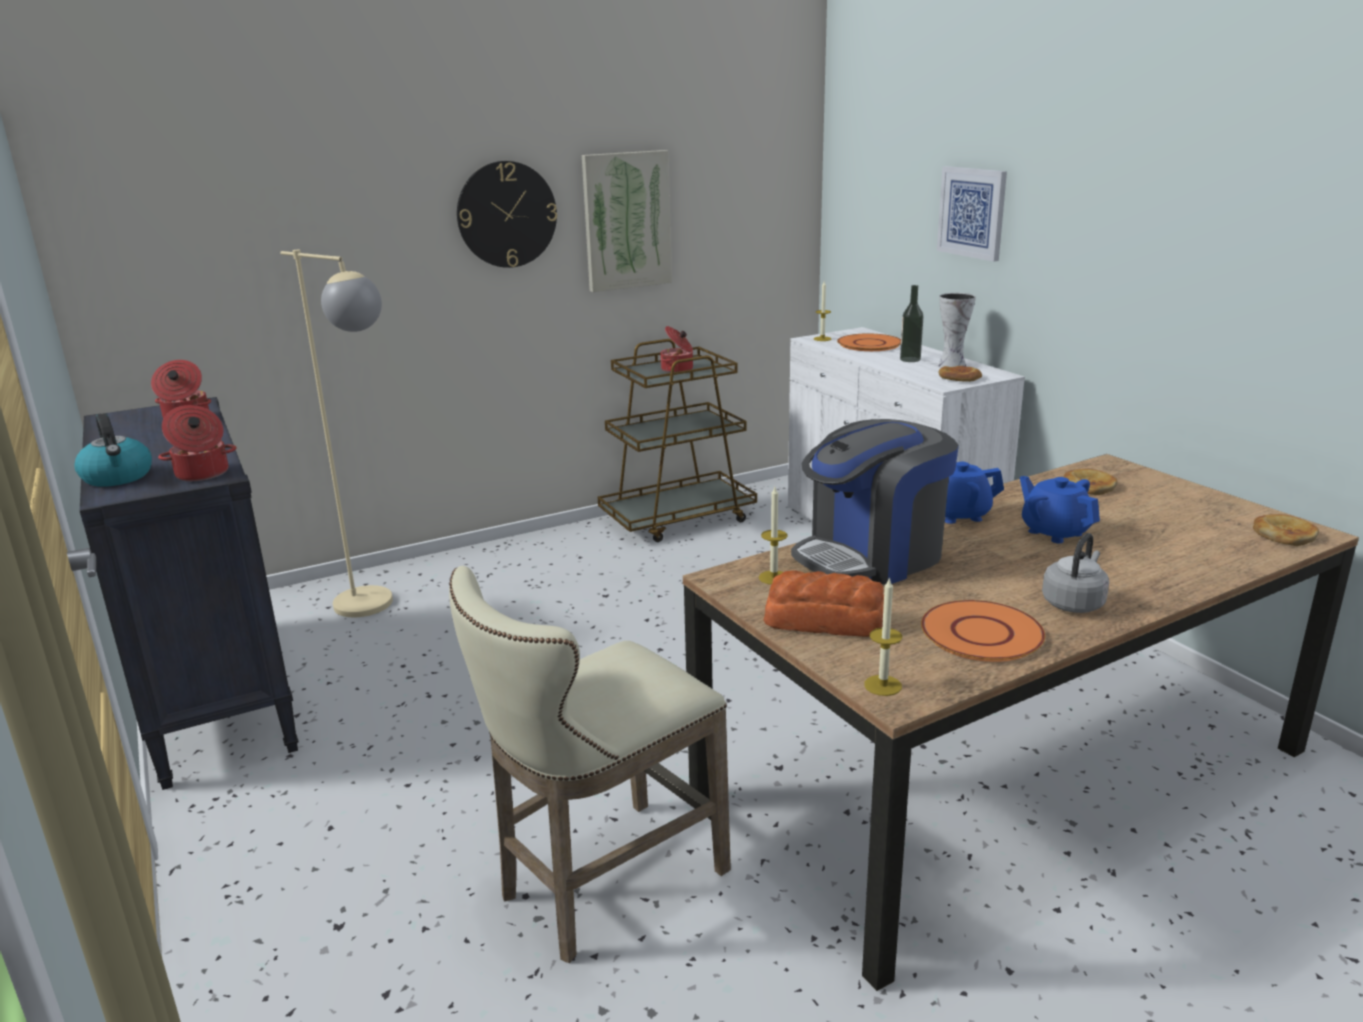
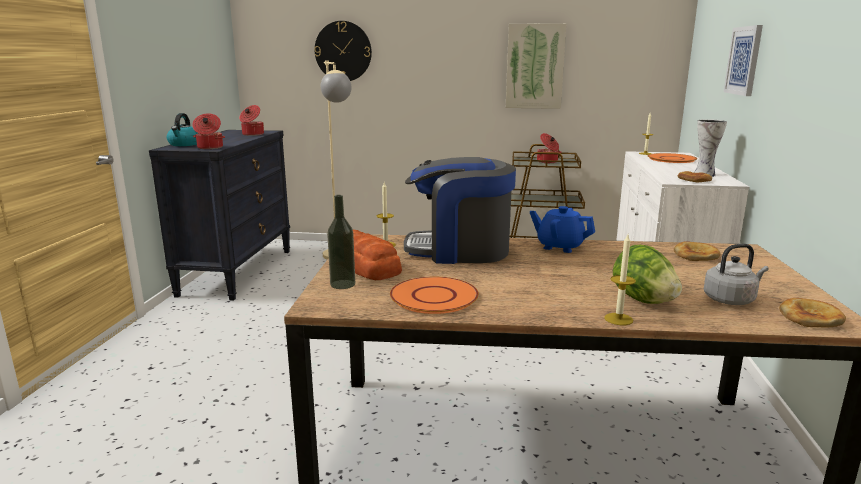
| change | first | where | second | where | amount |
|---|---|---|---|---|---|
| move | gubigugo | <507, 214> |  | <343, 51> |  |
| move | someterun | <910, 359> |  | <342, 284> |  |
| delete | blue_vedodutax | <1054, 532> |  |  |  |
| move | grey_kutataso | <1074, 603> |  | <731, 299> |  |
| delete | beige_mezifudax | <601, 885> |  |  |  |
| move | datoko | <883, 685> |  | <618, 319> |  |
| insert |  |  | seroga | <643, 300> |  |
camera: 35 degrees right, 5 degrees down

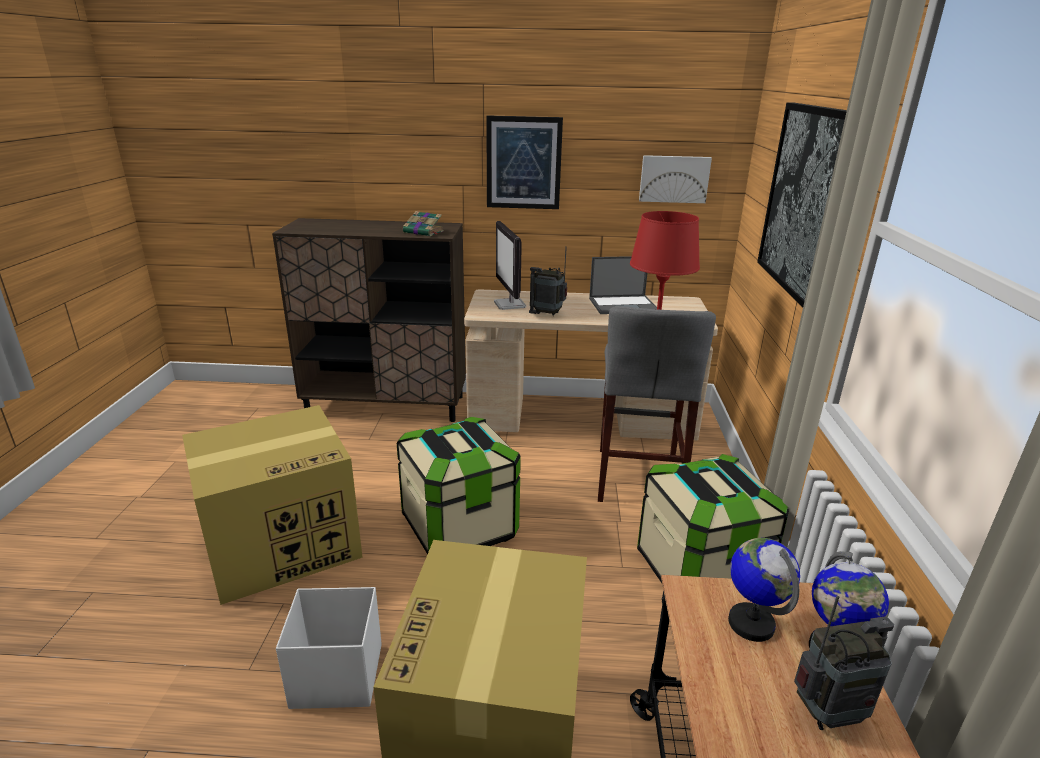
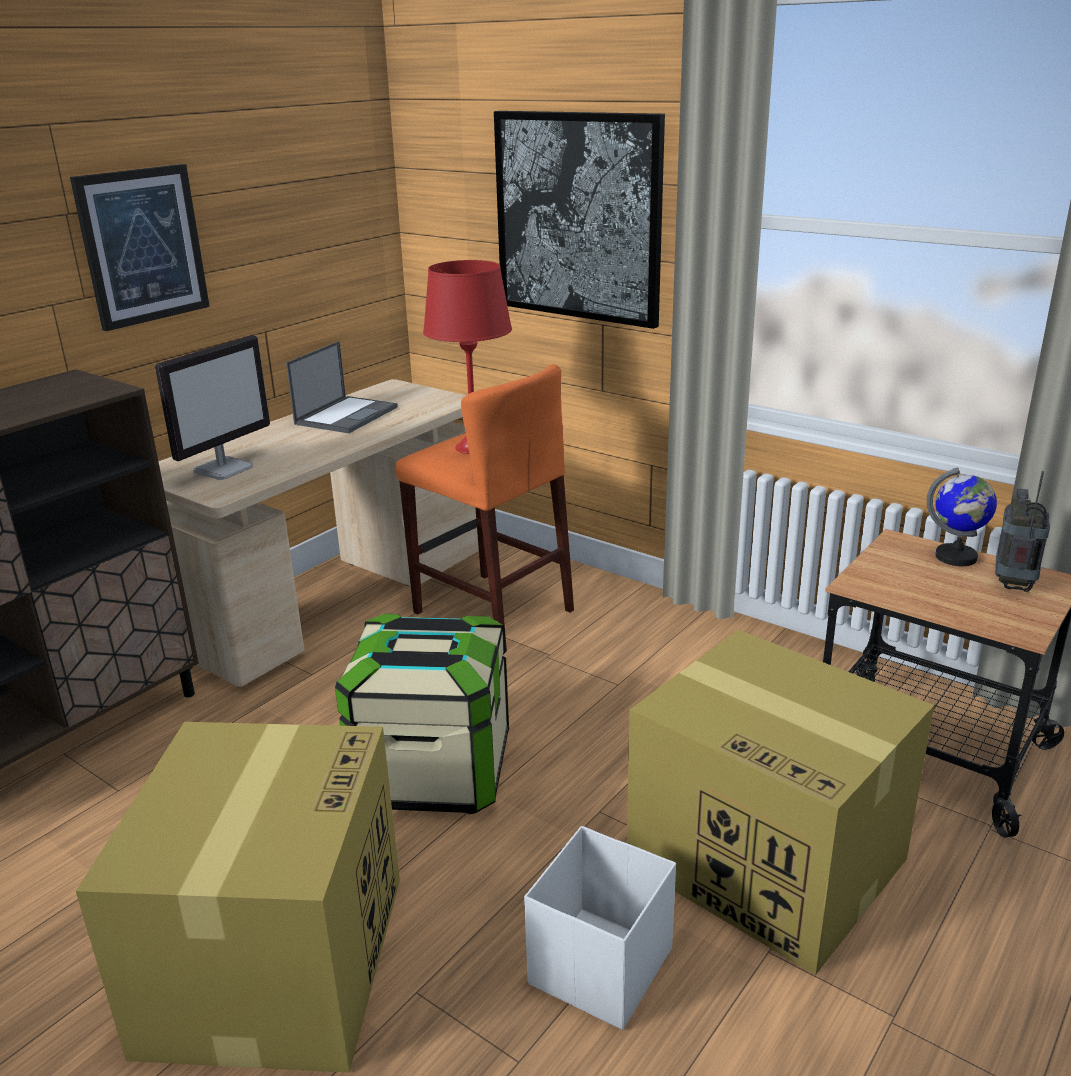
| change | first | where | second | where | amount |
|---|---|---|---|---|---|
| delete | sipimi | <674, 179> |  |  |  |
| delete | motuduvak | <424, 232> |  |  |  |
| rotate | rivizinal | <510, 305> |  | <224, 469> | 75 degrees counterclockwise |
| delete | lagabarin | <547, 314> |  |  |  |
| recolor | grey_mezifudax | <639, 477> | orange_mezifudax | <493, 611> |  |
| delete | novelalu | <700, 573> |  |  |  |
| delete | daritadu | <751, 623> |  |  |  |
camera: 55 degrees left, 0 degrees up

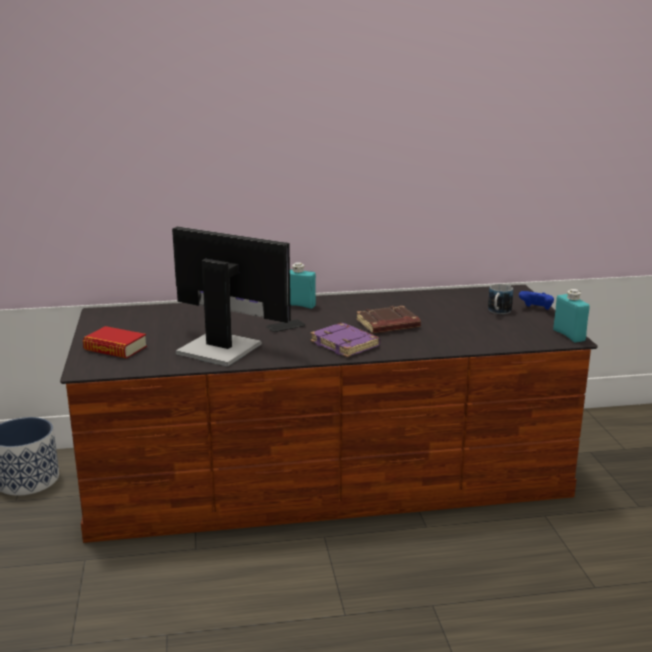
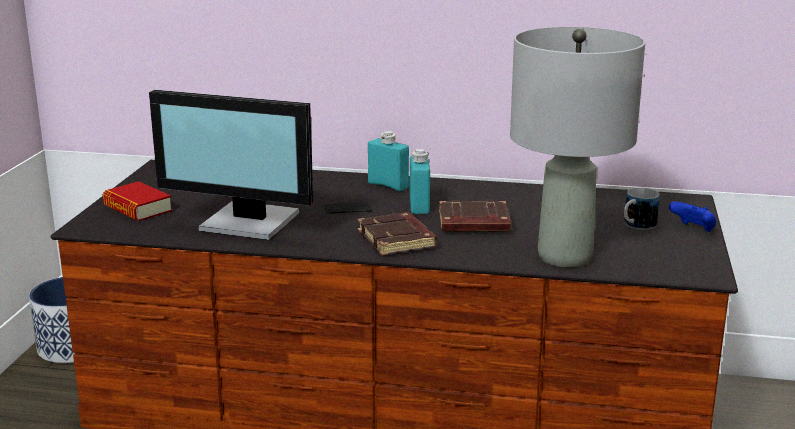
| change | first | where | second | where | amount |
|---|---|---|---|---|---|
| rotate | rivizinal | <220, 348> |  | <249, 223> | 150 degrees clockwise |
| move | turquoise_someterun | <569, 335> |  | <419, 206> |  |
| recolor | purple_motuduvak | <346, 344> | brown_motuduvak | <398, 240> |  |
| insert |  |  | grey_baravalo | <565, 257> |  |
camera: 20 degrees right, 0 degrees up

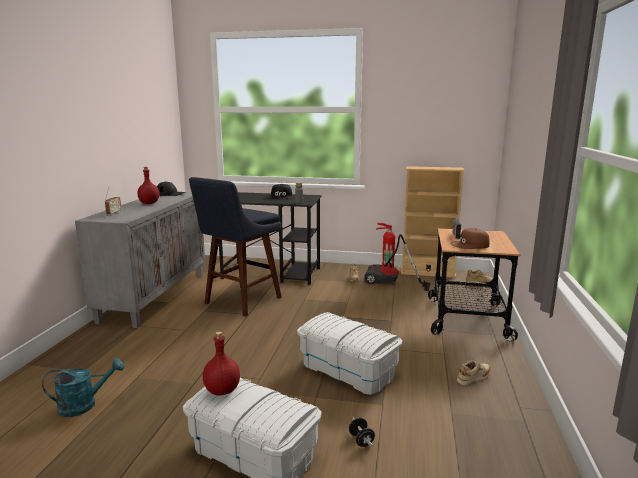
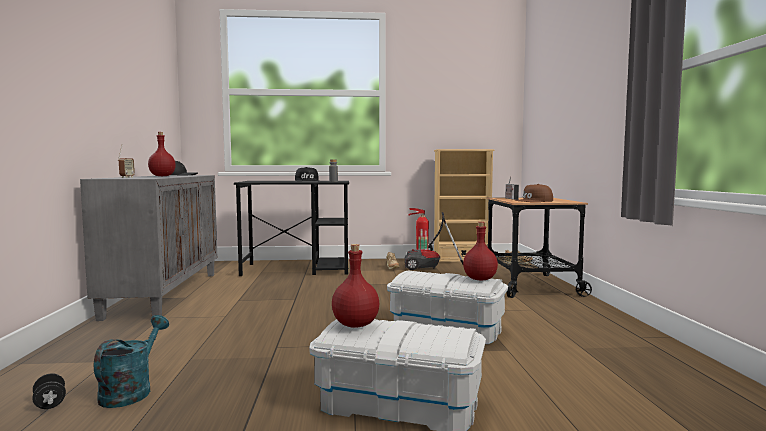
| change | first | where | second | where | amount |
|---|---|---|---|---|---|
| delete | blue_mezifudax | <240, 302> |  |  |  |
| rotate | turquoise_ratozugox | <84, 405> |  | <131, 391> | 45 degrees counterclockwise |
| delete | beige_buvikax | <474, 379> |  |  |  |
| move | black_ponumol | <361, 440> |  | <50, 403> |  |
| insert |  |  | red_someterun | <480, 279> |  |
camera: 15 degrees left, 10 degrees down

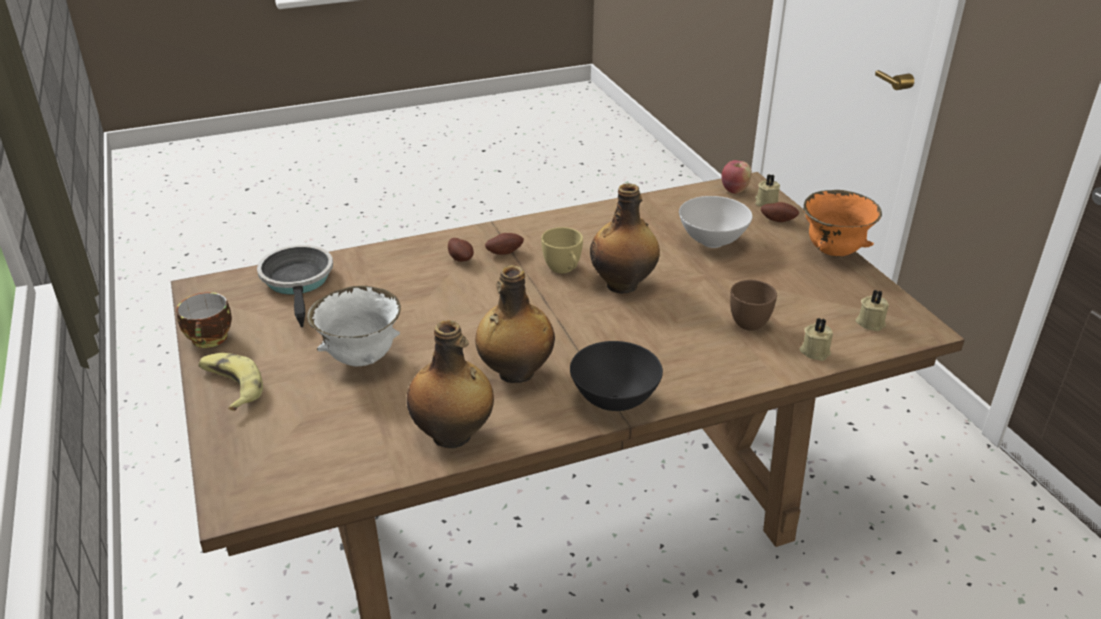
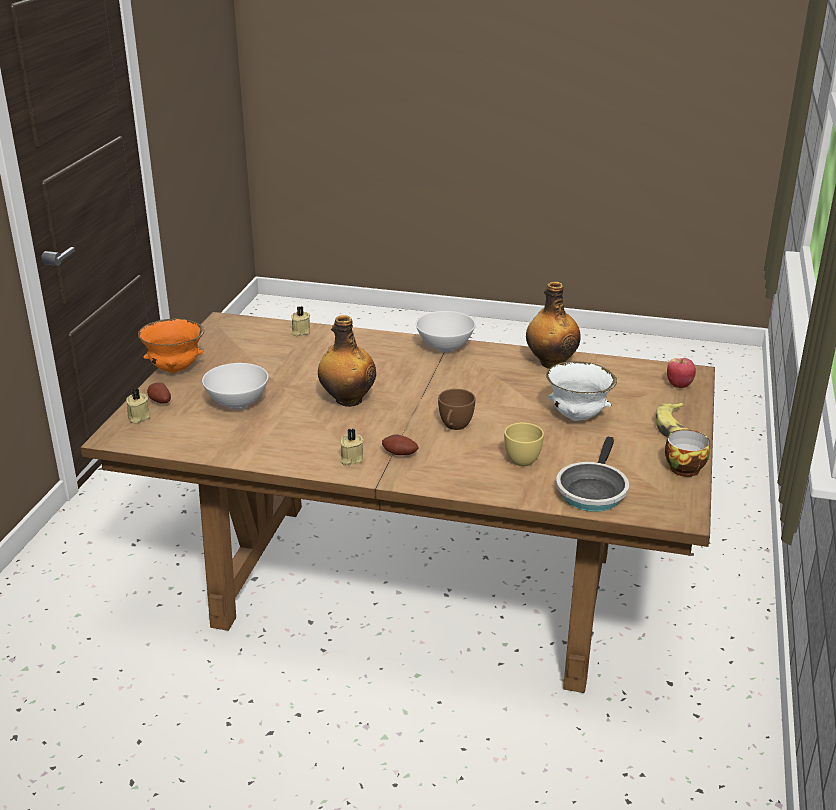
| change | first | where | second | where | amount |
|---|---|---|---|---|---|
| move | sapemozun | <734, 190> |  | <679, 385> |  |
| move | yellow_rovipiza | <564, 270> |  | <522, 458> |  |
| delete | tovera | <461, 258> |  |  |  |
| delete | someterun | <515, 373> |  |  |  |
| move | brown_rovipiza | <746, 320> |  | <454, 427> |  |
| move | beige_datoko | <870, 322> |  | <351, 458> |  |
| recolor | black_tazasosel | <614, 402> | white_tazasosel | <445, 348> |  |
camera: 145 degrees left, 5 degrees down

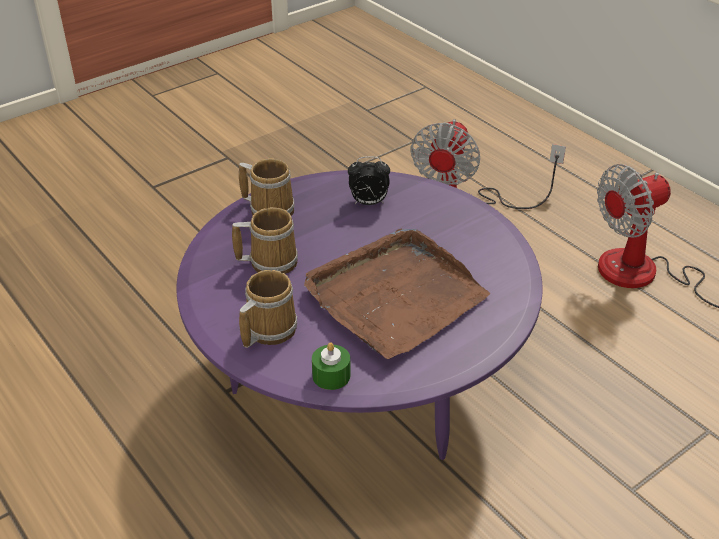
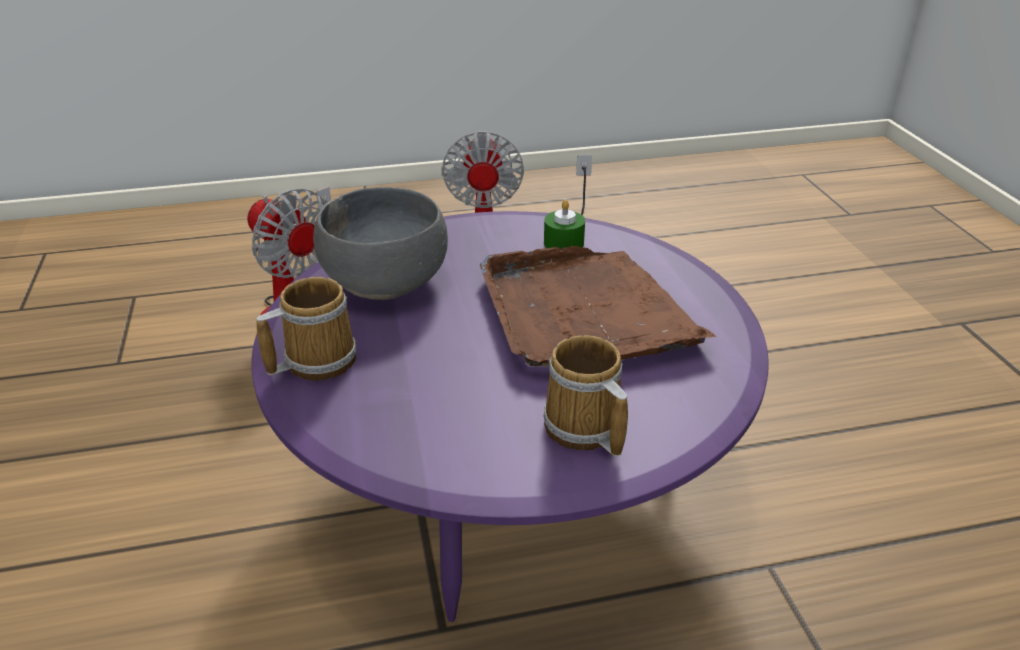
| change | first | where | second | where | amount |
|---|---|---|---|---|---|
| replace | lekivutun | <368, 203> | grey_tazasosel | <385, 281> |  |
| delete | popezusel | <270, 261> |  |  |  |
| move | green_datoko | <331, 375> |  | <563, 243> |  |
camera: 65 degrees left, 5 degrees down

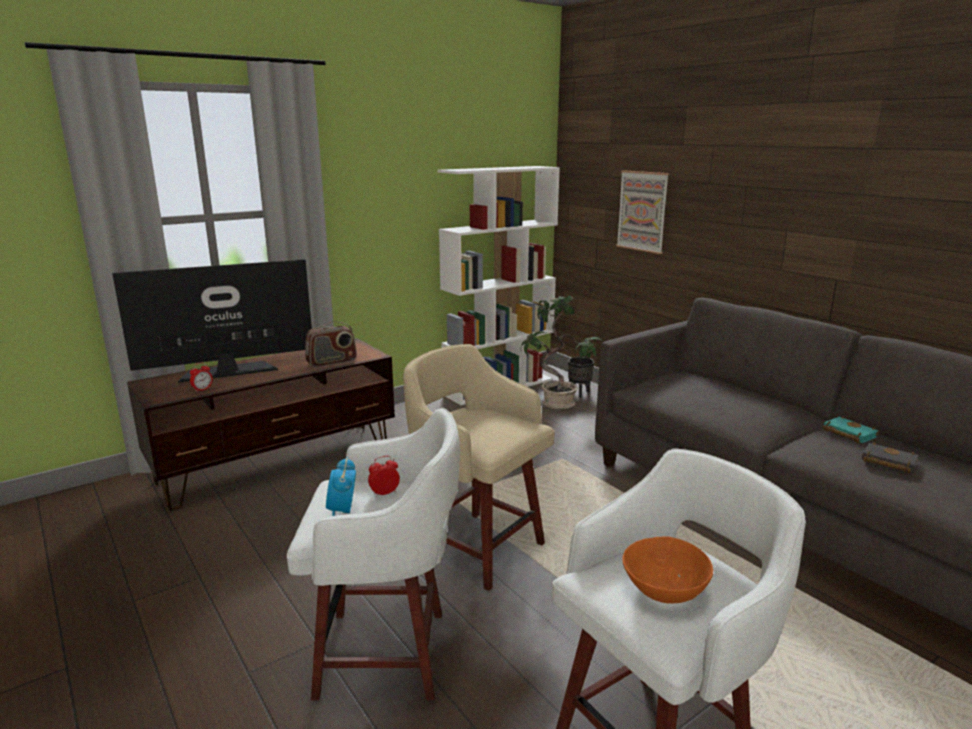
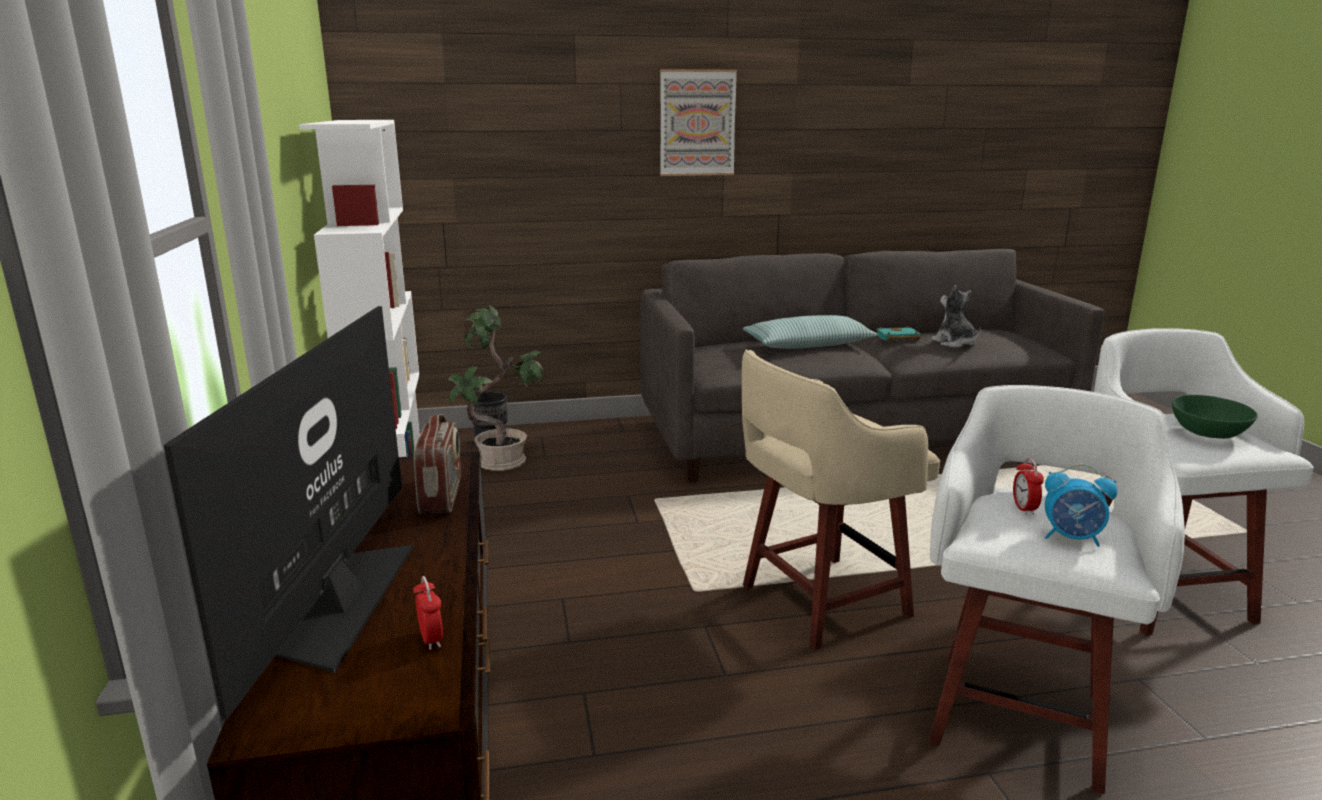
| change | first | where | second | where | amount |
|---|---|---|---|---|---|
| move | sipimi | <642, 211> |  | <697, 123> |  |
| replace | black_motuduvak | <887, 462> | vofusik | <954, 343> |  |
| recolor | orange_tazasosel | <664, 589> | green_tazasosel | <1209, 433> |  |
| insert |  |  | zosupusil | <808, 345> |  |
camera: 65 degrees left, 0 degrees up

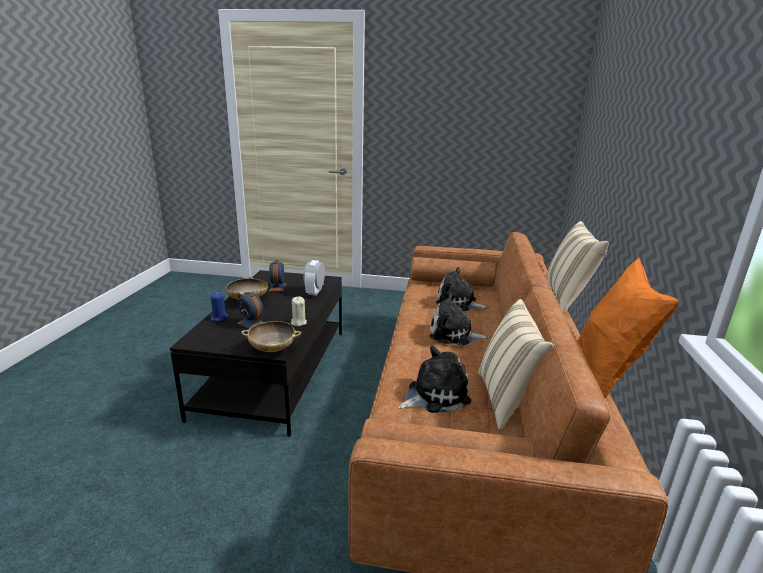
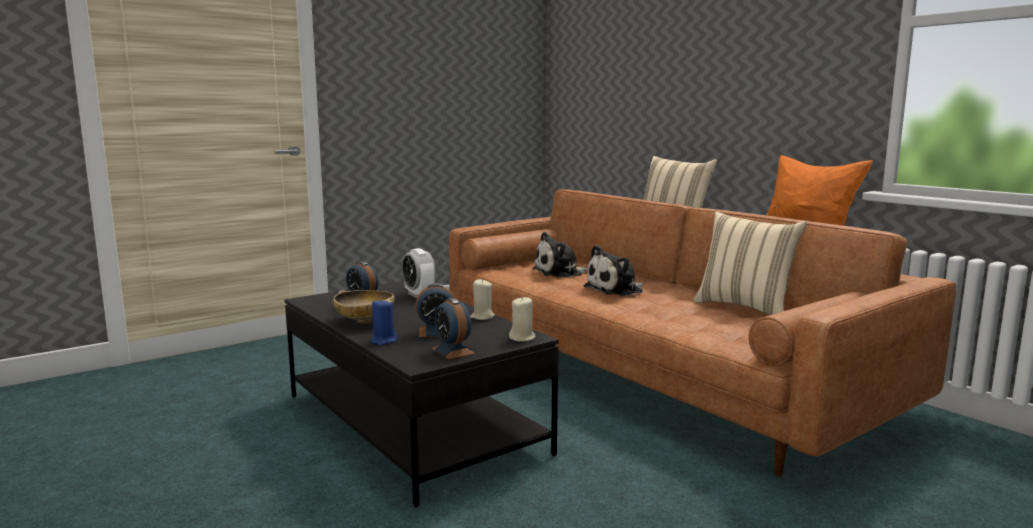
| change | first | where | second | where | amount |
|---|---|---|---|---|---|
| replace | beige_tazasosel | <272, 349> | beige_datoko | <522, 338> |  |
| delete | vofusik | <434, 395> |  |  |  |
| insert |  |  | lekivutun | <453, 351> |  |
camera: 45 degrees left, 10 degrees down

